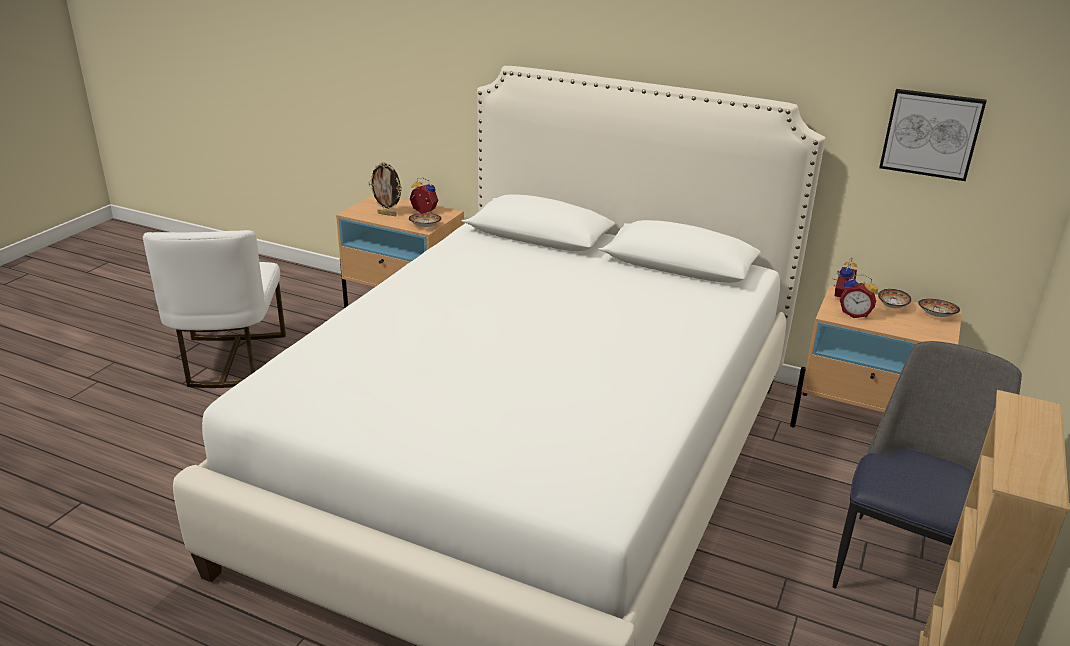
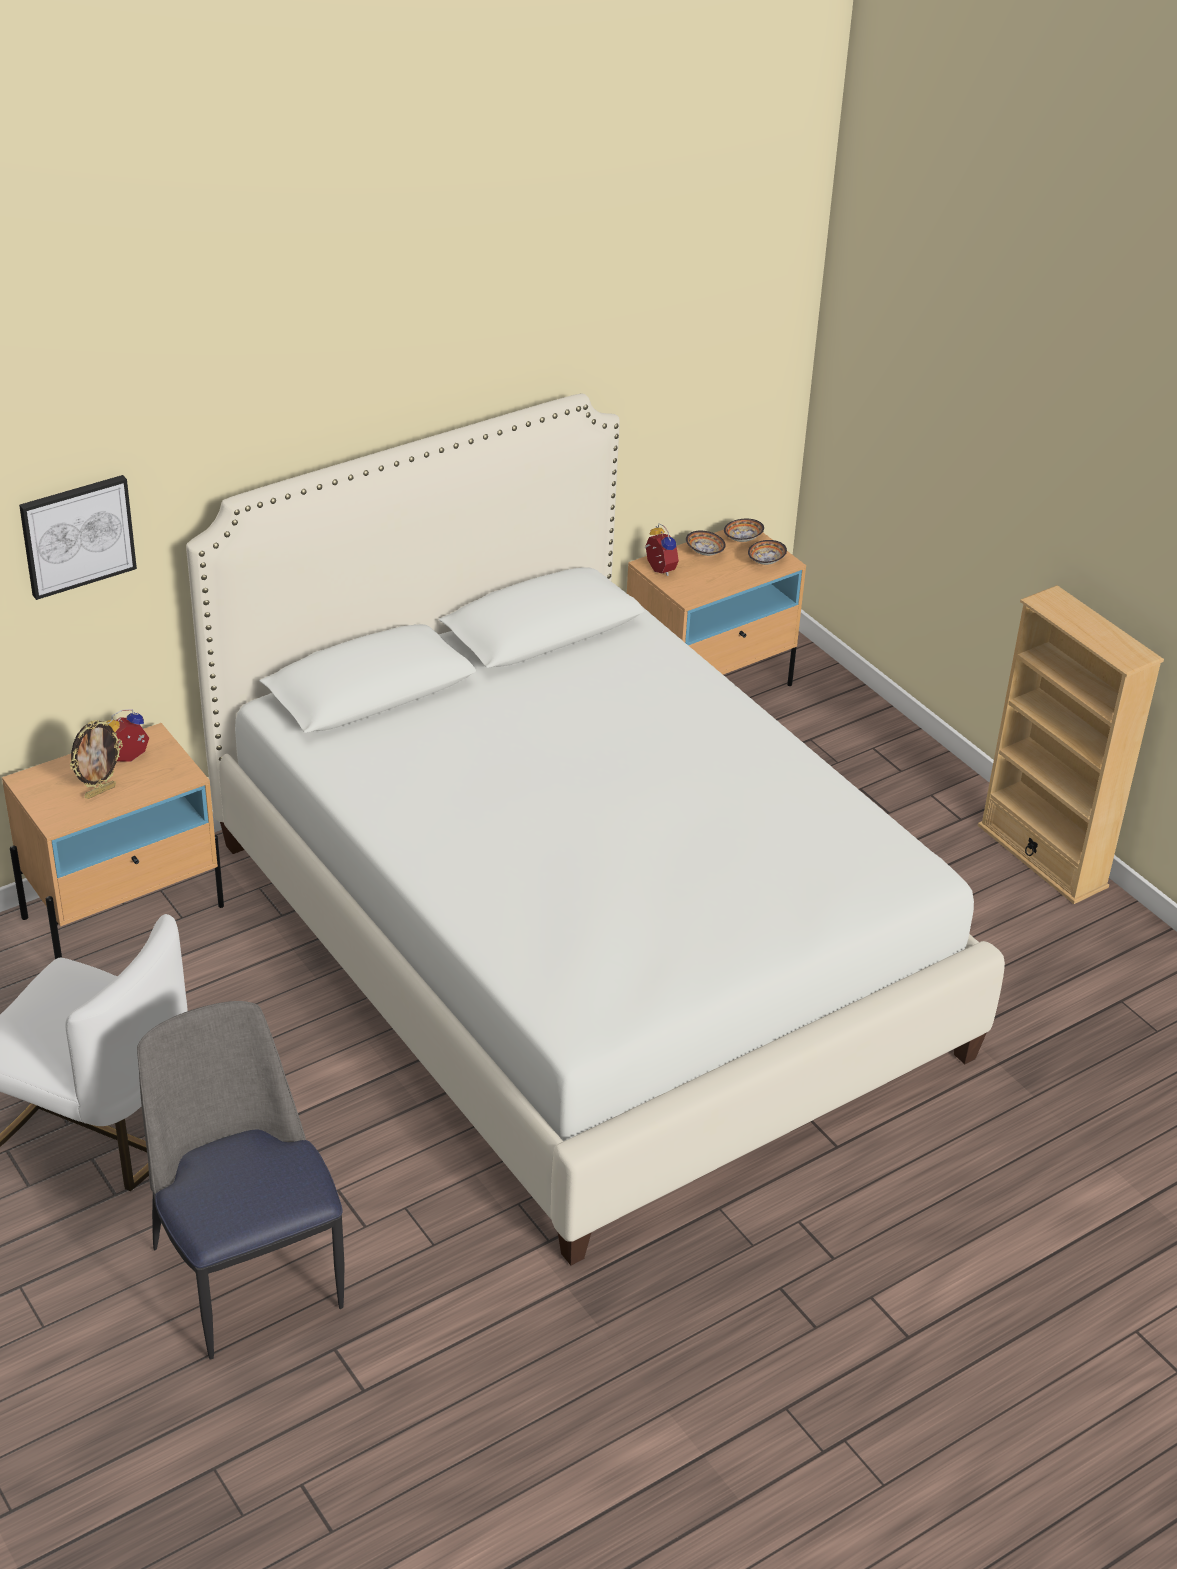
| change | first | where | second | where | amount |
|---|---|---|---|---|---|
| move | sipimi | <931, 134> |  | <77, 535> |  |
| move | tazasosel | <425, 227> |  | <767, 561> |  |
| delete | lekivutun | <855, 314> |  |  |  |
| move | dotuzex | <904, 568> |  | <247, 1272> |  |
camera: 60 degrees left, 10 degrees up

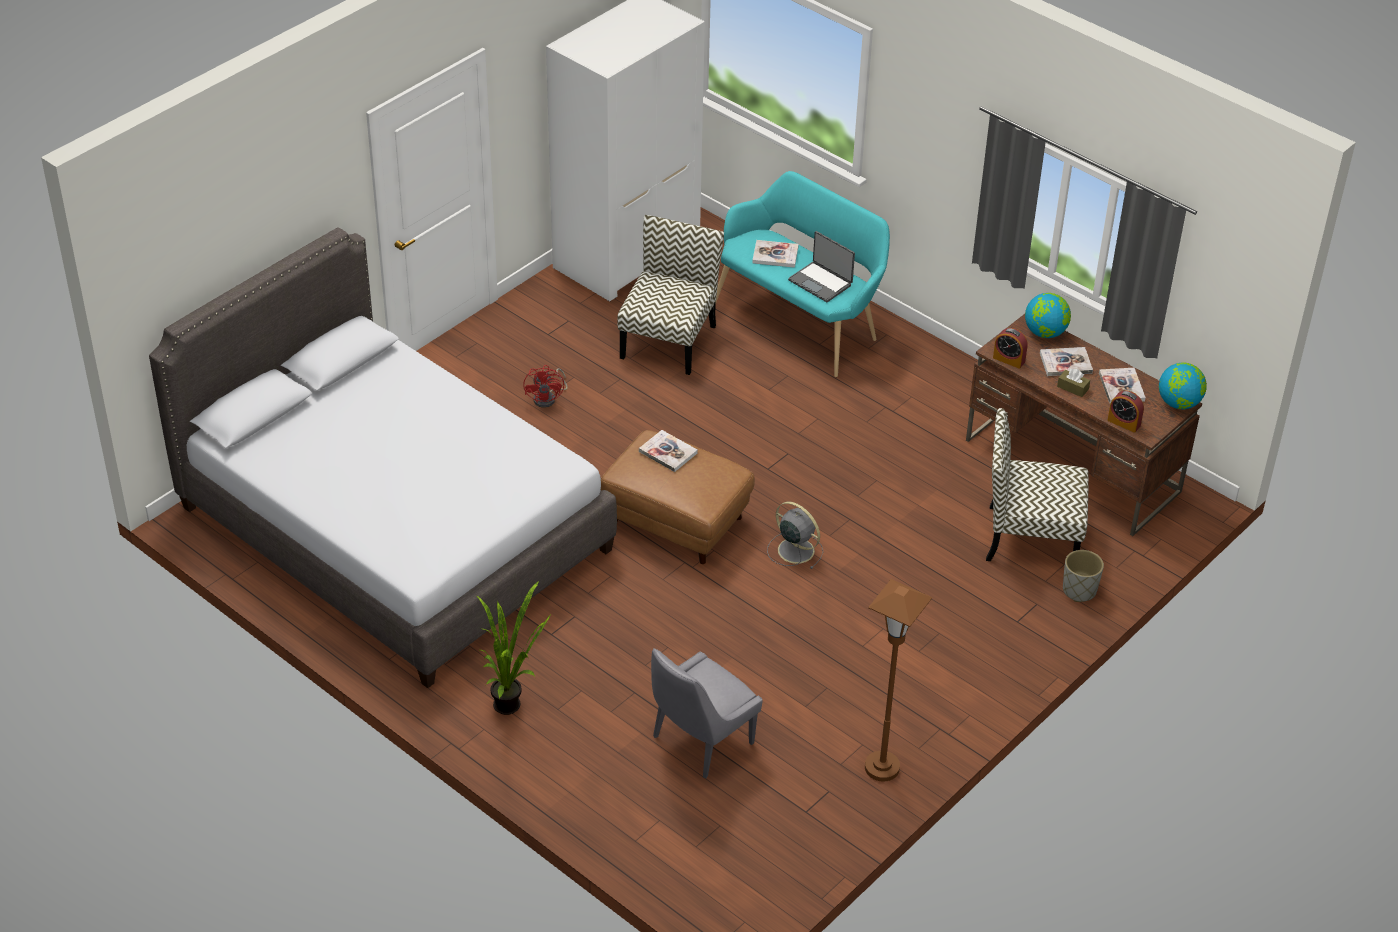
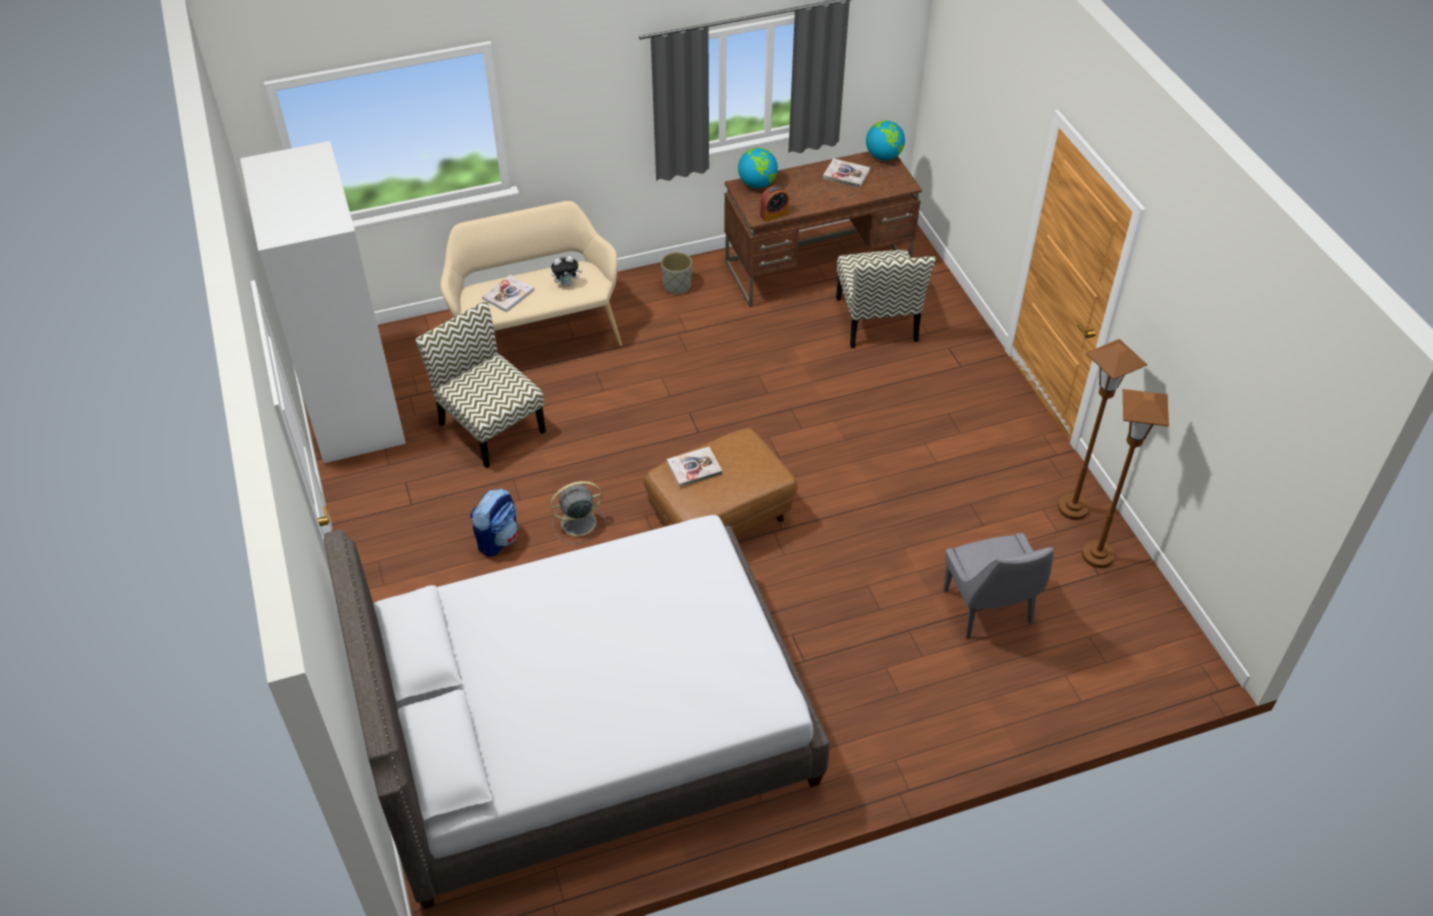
| change | first | where | second | where | amount |
|---|---|---|---|---|---|
| recolor | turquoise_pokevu | <801, 321> | beige_pokevu | <536, 336> |  |
| replace | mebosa | <821, 282> | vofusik | <566, 283> |  |
| delete | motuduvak | <1065, 363> |  |  |  |
| replace | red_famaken | <548, 398> | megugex | <498, 539> |  |
| delete | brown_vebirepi | <1072, 388> |  |  |  |
| delete | lekivutun | <1124, 423> |  |  |  |
| rotate | dotuzex | <1029, 537> |  | <877, 320> | 45 degrees counterclockwise |
| move | grey_famaken | <794, 550> |  | <577, 523> |  |
| move | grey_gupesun | <1079, 590> |  | <677, 286> |  |
| delete | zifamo | <513, 704> |  |  |  |
| insert |  |  | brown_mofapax | <1097, 556> |  |
camera: 60 degrees left, 5 degrees up

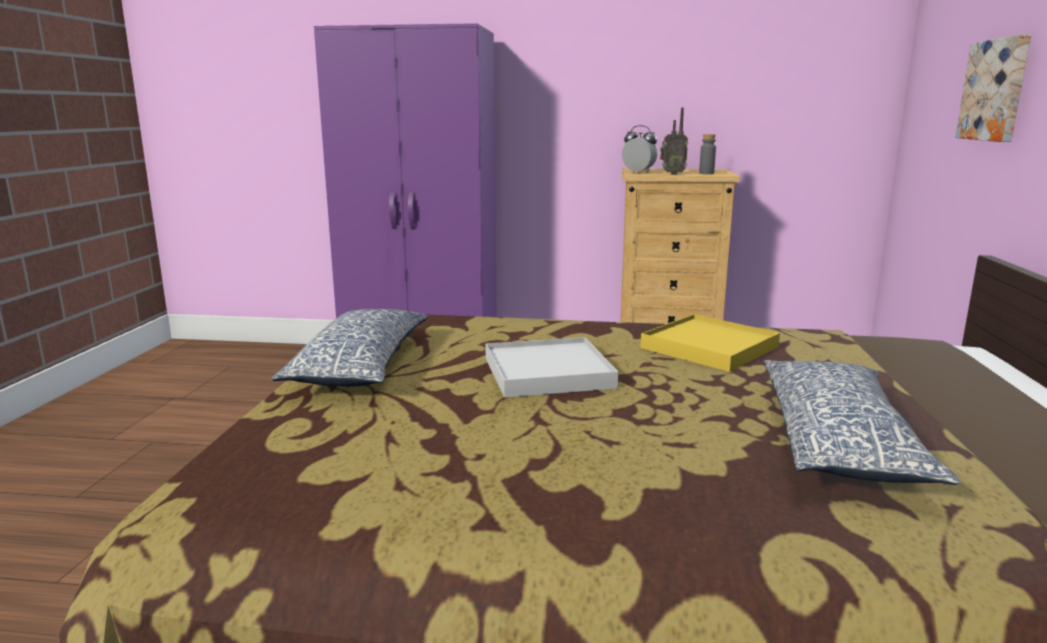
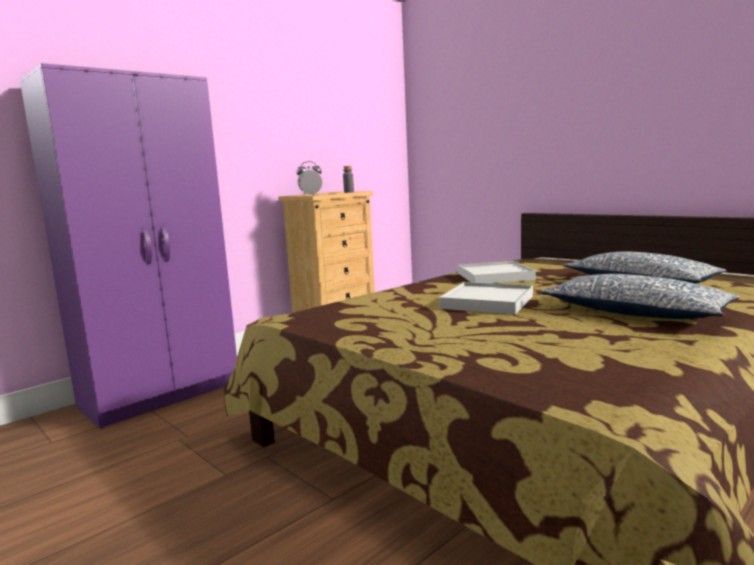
| change | first | where | second | where | amount |
|---|---|---|---|---|---|
| delete | sipimi | <996, 90> |  |  |  |
| delete | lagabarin | <671, 174> |  |  |  |
| move | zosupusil | <362, 365> |  | <634, 313> |  |
| recolor | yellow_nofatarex | <709, 347> | white_nofatarex | <494, 276> |  |
camera: 50 degrees left, 5 degrees down

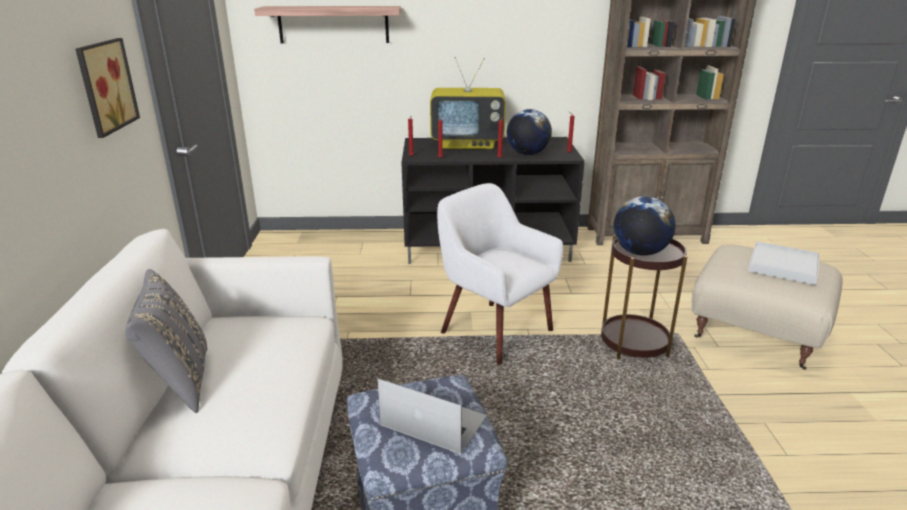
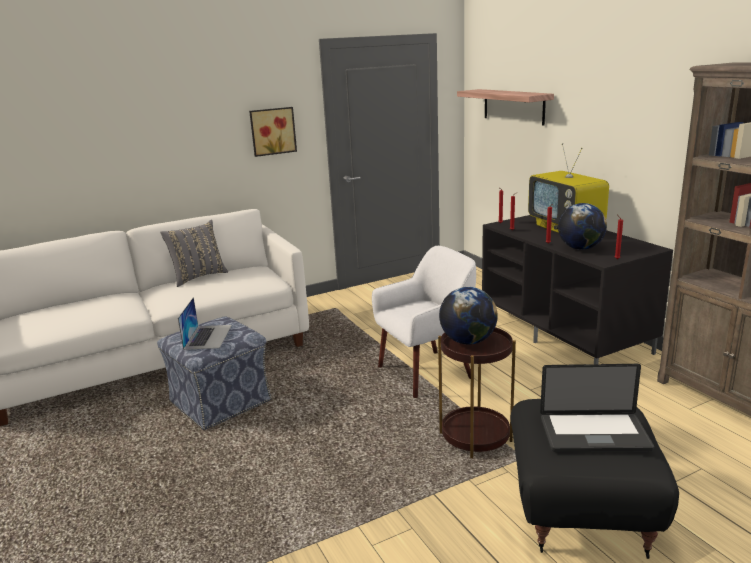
| change | first | where | second | where | amount |
|---|---|---|---|---|---|
| rotate | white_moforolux | <495, 331> |  | <426, 372> | 45 degrees clockwise |
| replace | white_nofatarex | <782, 266> | mebosa | <594, 434> |  |
| recolor | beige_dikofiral | <754, 334> | black_dikofiral | <581, 509> |  |
camera: 65 degrees right, 5 degrees down

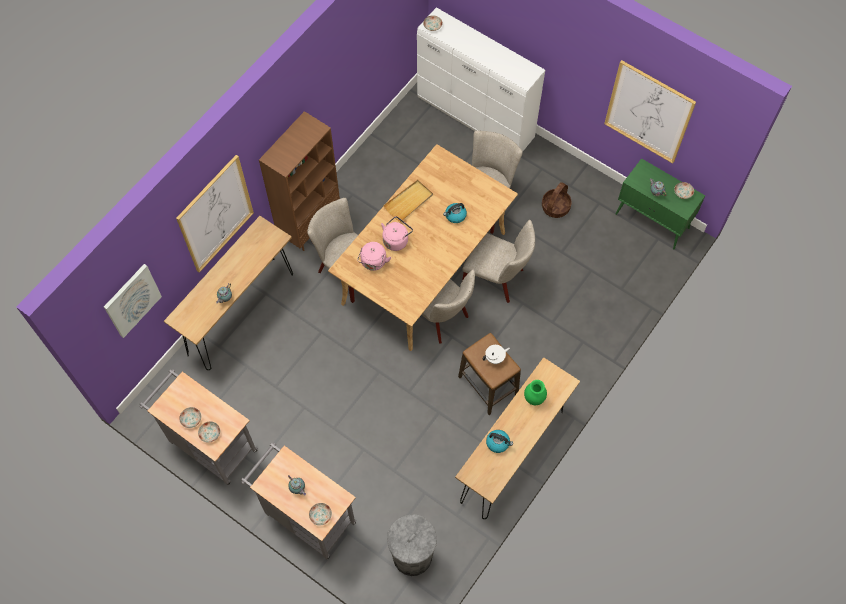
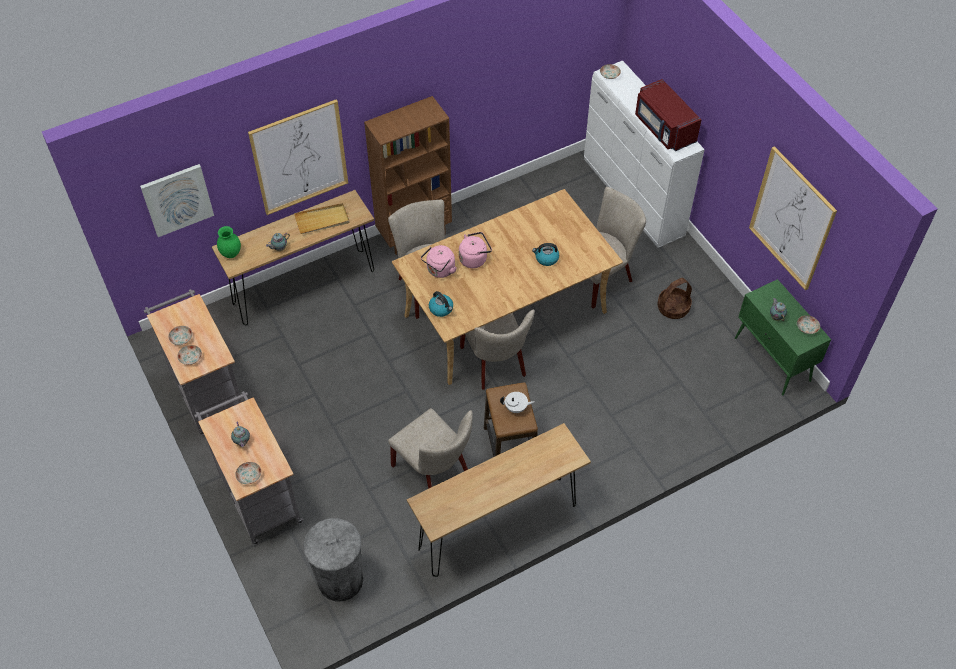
| change | first | where | second | where | amount |
|---|---|---|---|---|---|
| move | beige_nofatarex | <408, 202> |  | <322, 220> |  |
| move | beige_dotuzex | <497, 278> |  | <434, 472> |  |
| move | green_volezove | <533, 398> |  | <231, 253> |  |
| move | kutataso | <498, 443> |  | <441, 309> |  |
| insert |  |  | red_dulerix | <664, 129> |  |
camera: 25 degrees right, 10 degrees down

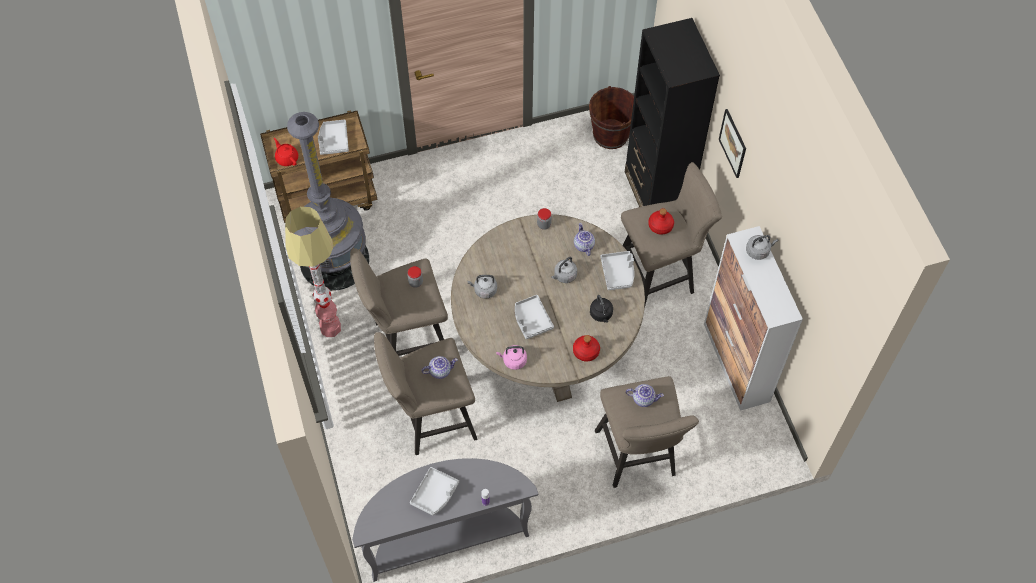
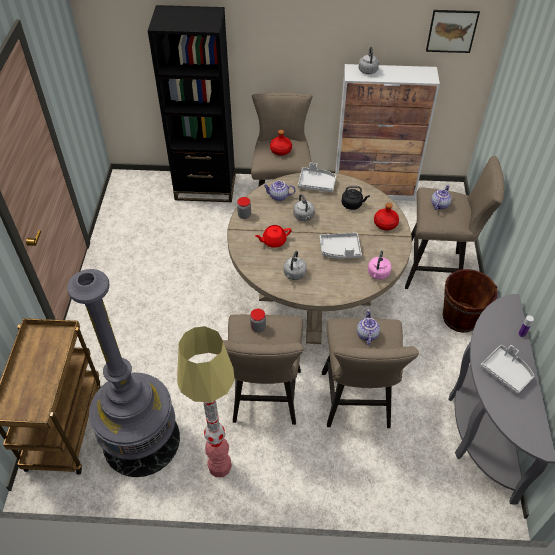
| change | first | where | second | where | amount |
|---|---|---|---|---|---|
| move | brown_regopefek | <610, 135> |  | <460, 318> |  |
| move | sipimi | <733, 143> |  | <452, 31> |  |
| delete | grey_nofatarex | <333, 141> |  |  |  |
| move | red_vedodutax | <287, 158> |  | <273, 241> |  |
camera: 70 degrees left, 10 degrees down

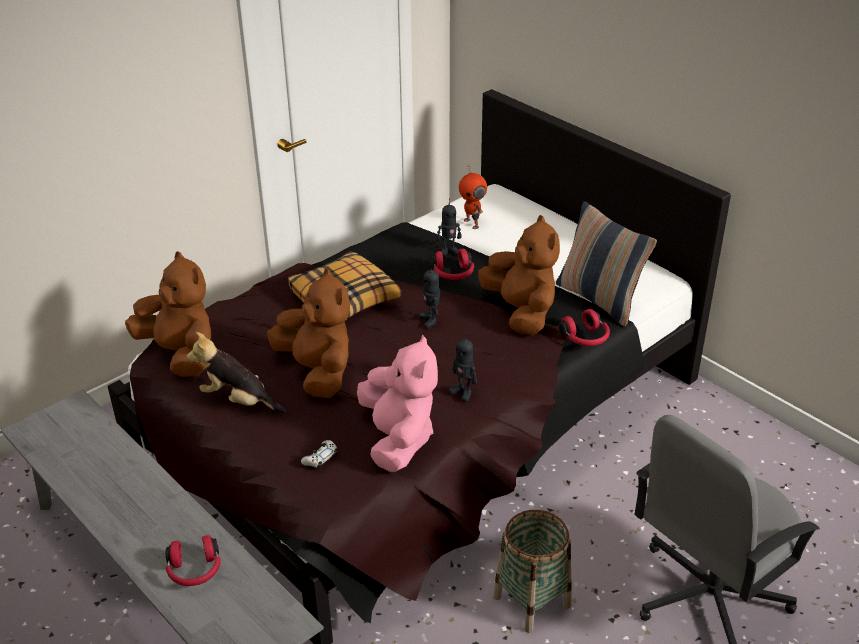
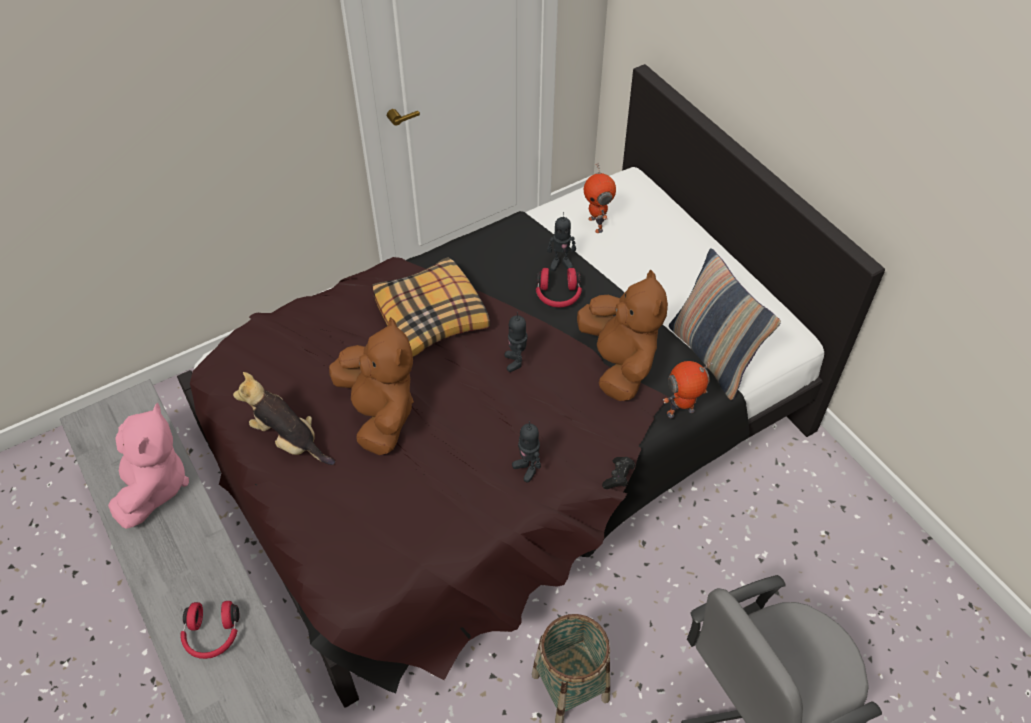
| change | first | where | second | where | amount |
|---|---|---|---|---|---|
| delete | brown_vofusik | <181, 354> |  |  |  |
| replace | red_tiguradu | <585, 338> | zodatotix | <681, 413> |  |
| move | pink_vofusik | <398, 439> |  | <153, 486> |  |
| delete | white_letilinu | <320, 458> |  |  |  |
| insert |  |  | black_letilinu | <618, 477> |  |
camera: 10 degrees right, 15 degrees up

